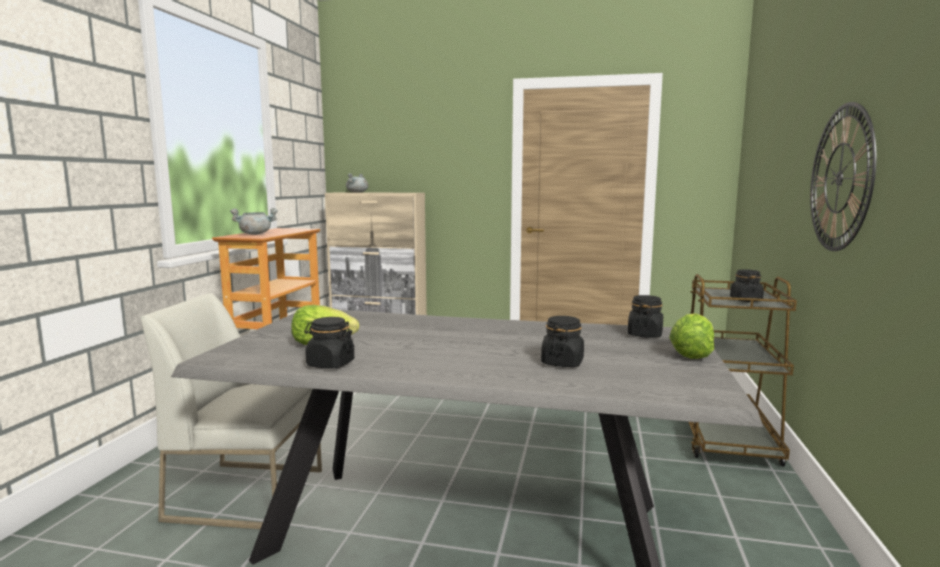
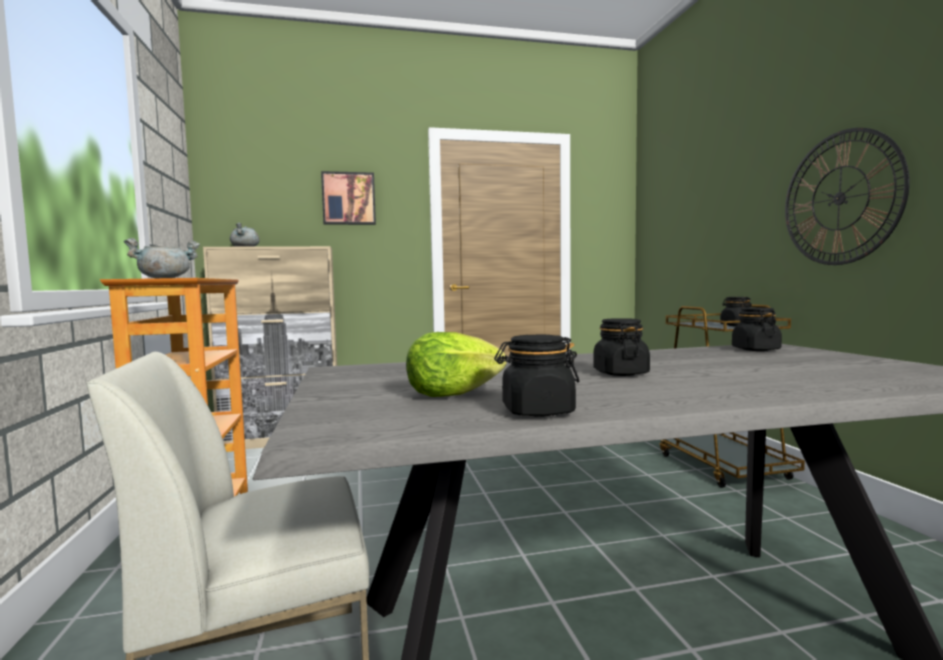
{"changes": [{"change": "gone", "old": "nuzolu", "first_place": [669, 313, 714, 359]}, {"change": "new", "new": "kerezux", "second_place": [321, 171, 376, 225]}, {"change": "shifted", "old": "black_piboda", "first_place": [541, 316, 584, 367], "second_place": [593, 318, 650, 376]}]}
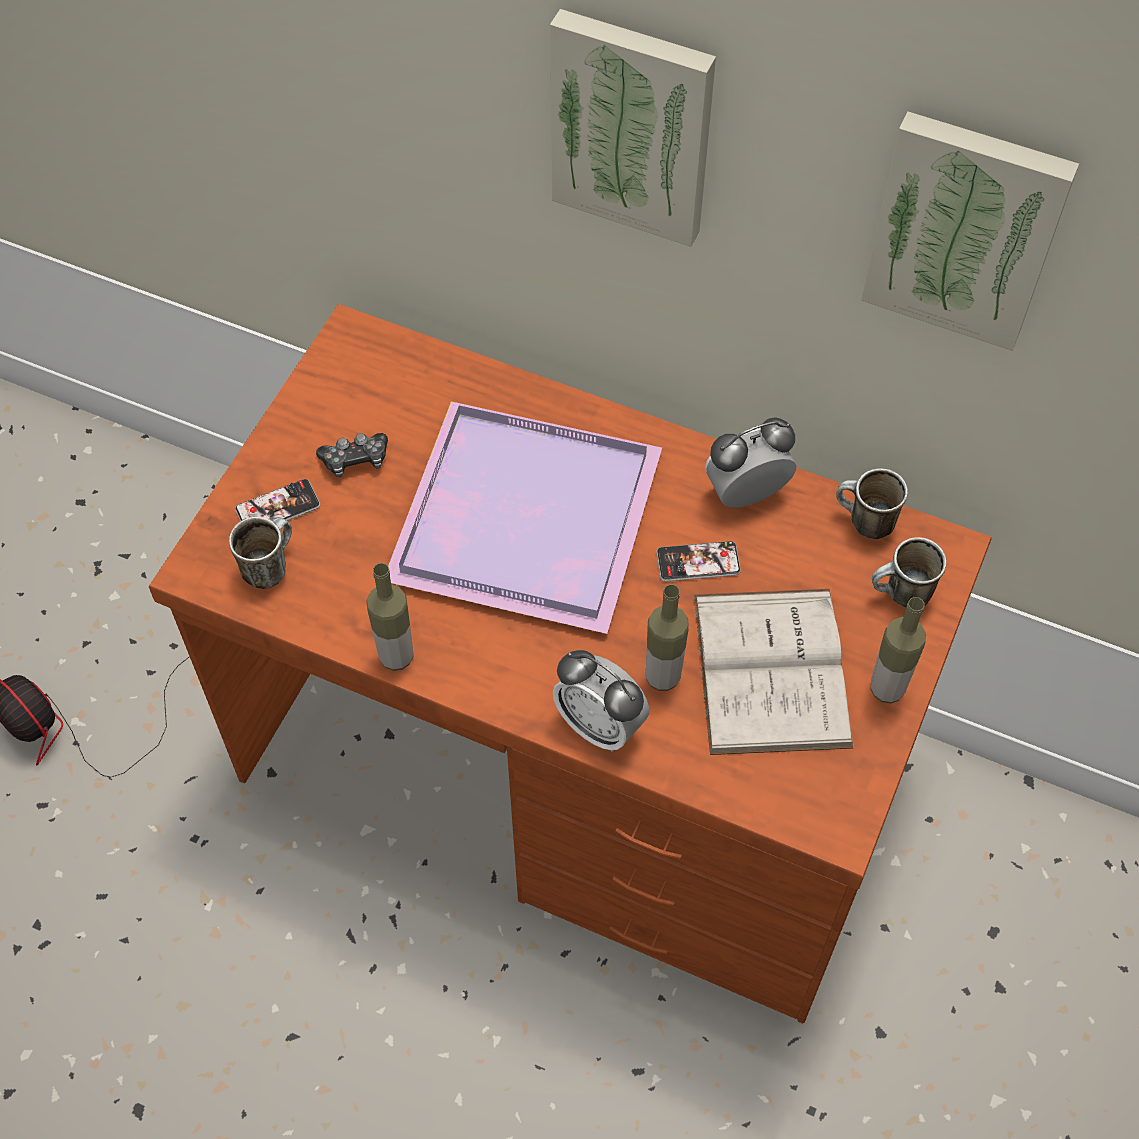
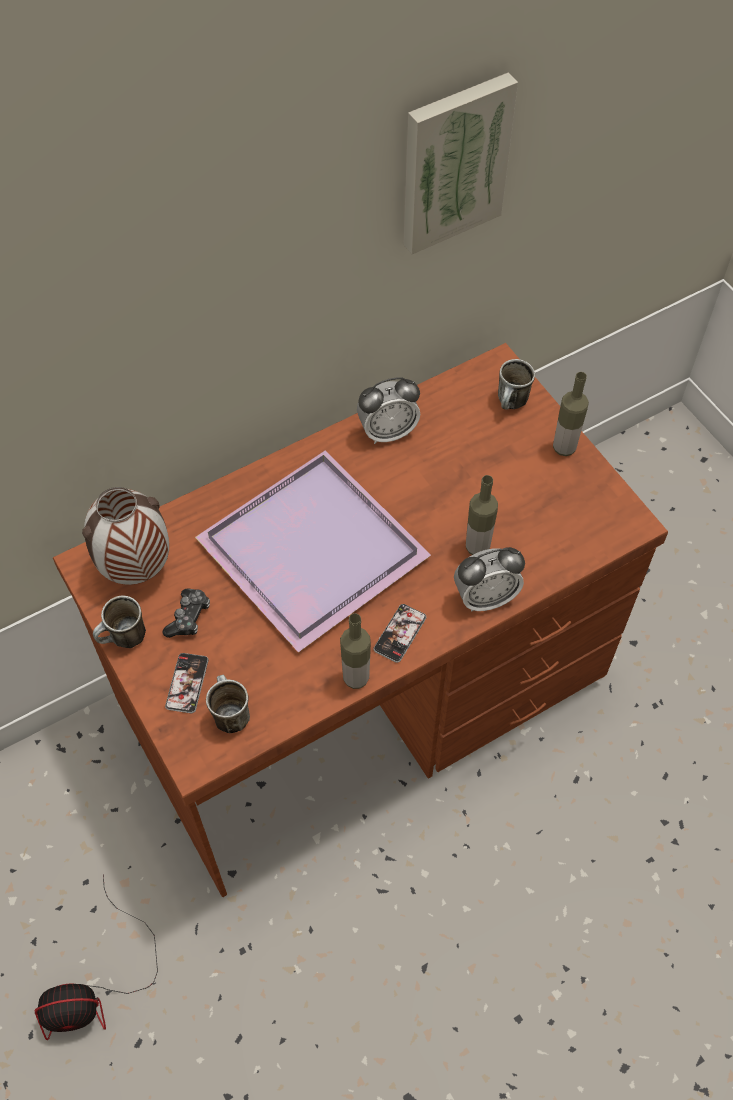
{"changes": [{"change": "gone", "old": "kerezux", "first_place": [550, 9, 716, 247]}, {"change": "gone", "old": "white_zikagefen", "first_place": [694, 589, 854, 755]}, {"change": "new", "new": "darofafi", "second_place": [82, 487, 169, 585]}, {"change": "shifted", "old": "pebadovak", "first_place": [656, 541, 741, 582], "second_place": [374, 604, 426, 663]}, {"change": "shifted", "old": "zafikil", "first_place": [836, 468, 908, 539], "second_place": [93, 596, 146, 648]}, {"change": "rotated", "old": "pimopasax", "first_place": [705, 418, 796, 508], "second_place": [357, 377, 420, 444], "degrees": -120}]}
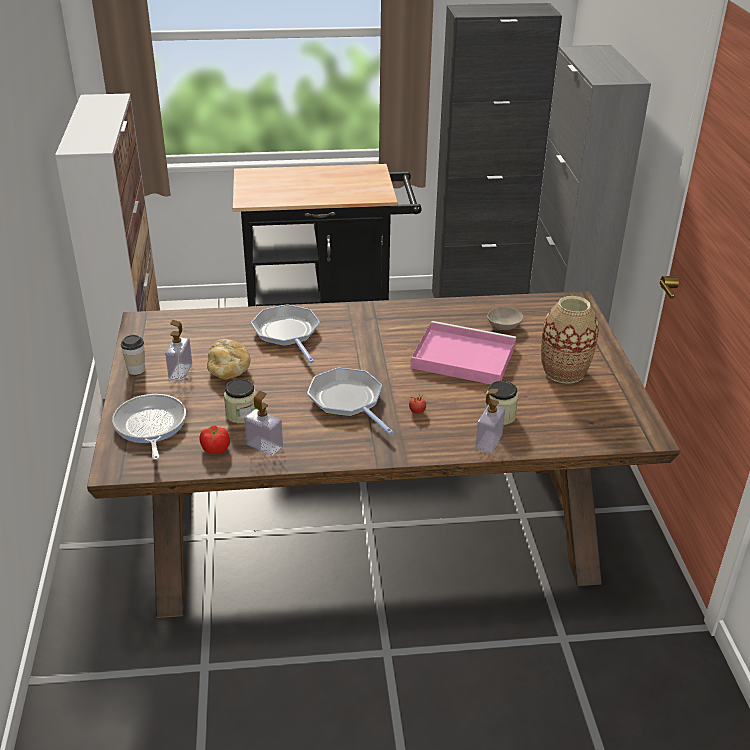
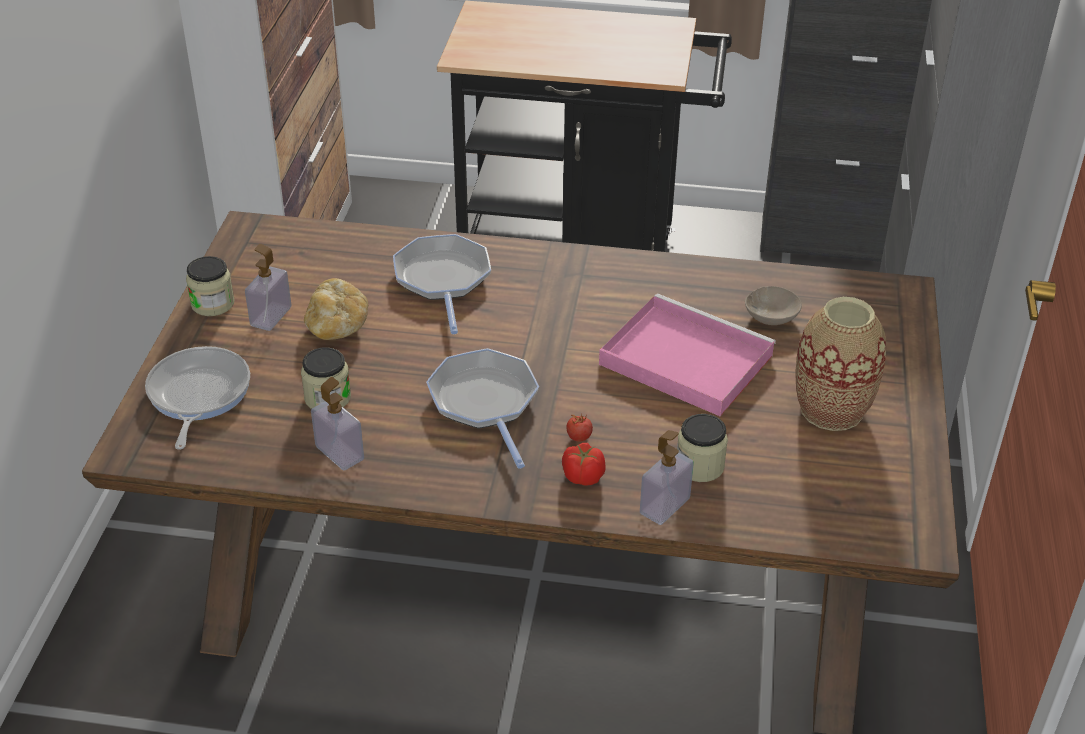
{"changes": [{"change": "shifted", "old": "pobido", "first_place": [200, 425, 230, 454], "second_place": [562, 443, 606, 486]}, {"change": "swapped", "old": "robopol", "new": "piboda", "first_place": [121, 335, 145, 375], "second_place": [186, 256, 234, 316]}]}
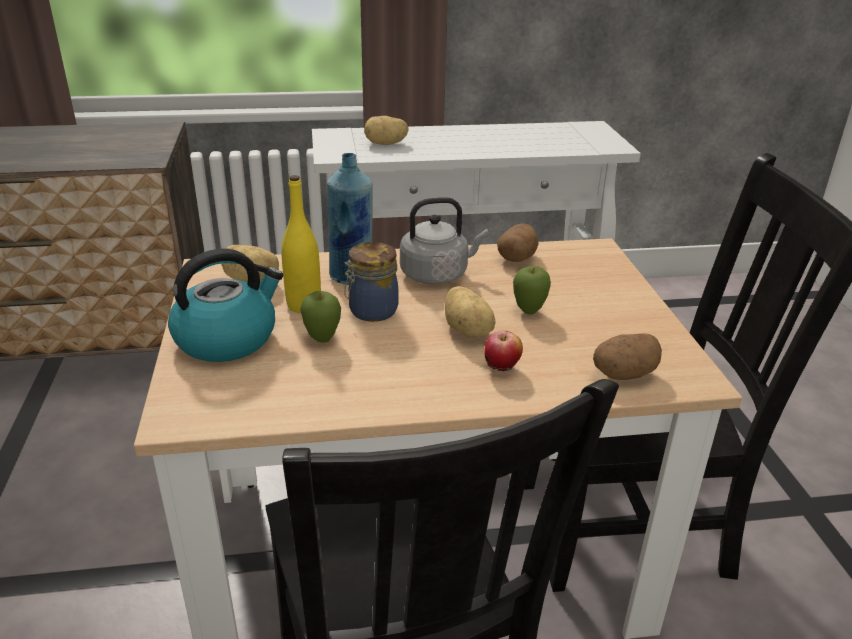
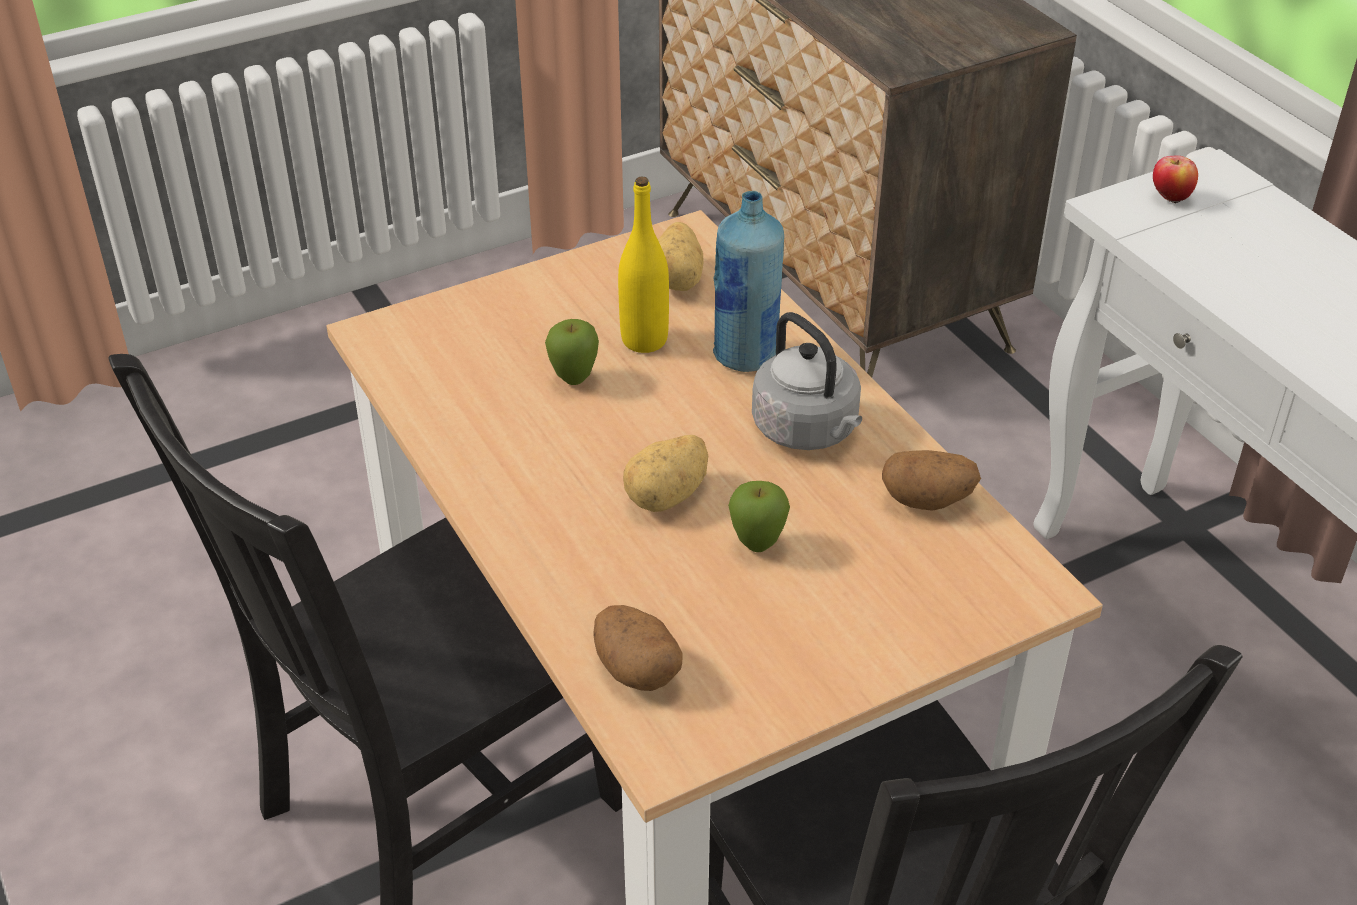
{"changes": [{"change": "gone", "old": "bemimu", "first_place": [168, 249, 283, 362]}, {"change": "gone", "old": "piboda", "first_place": [345, 242, 399, 322]}, {"change": "gone", "old": "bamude", "first_place": [364, 116, 409, 145]}, {"change": "shifted", "old": "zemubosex", "first_place": [484, 331, 523, 371], "second_place": [1153, 155, 1198, 204]}]}
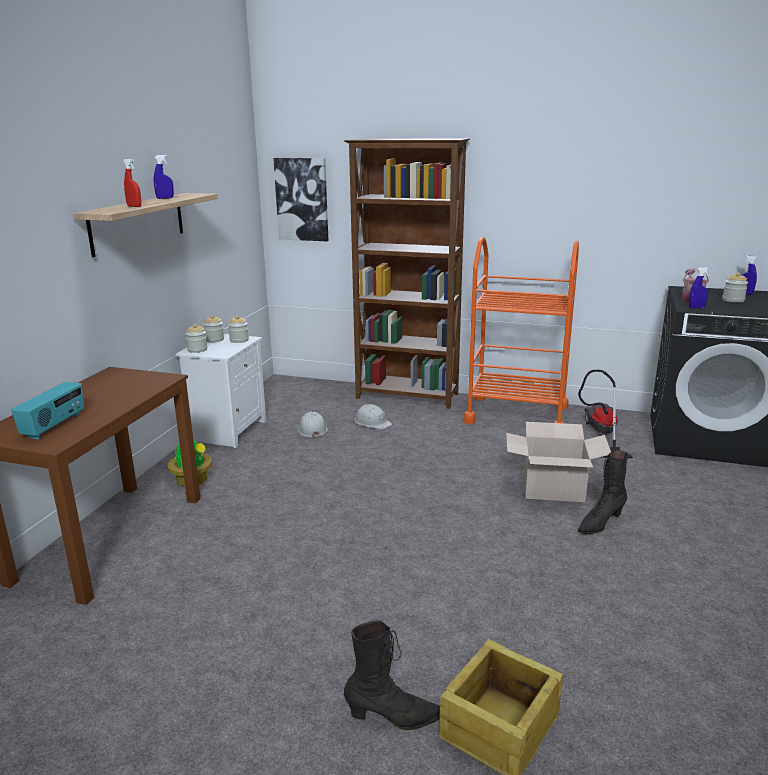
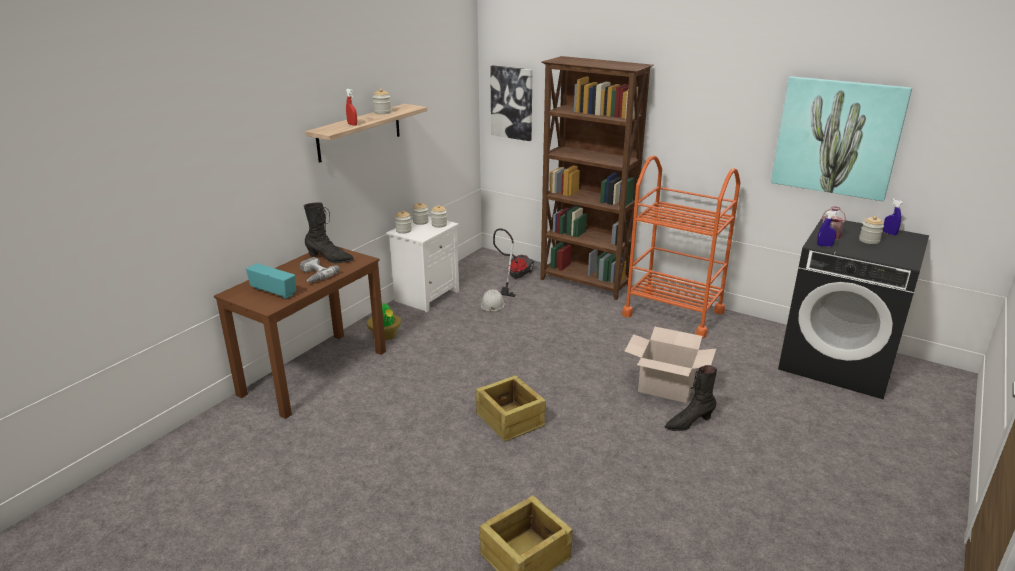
{"changes": [{"change": "gone", "old": "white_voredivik", "first_place": [354, 404, 392, 429]}, {"change": "new", "new": "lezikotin", "second_place": [300, 257, 340, 282]}, {"change": "new", "new": "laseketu", "second_place": [476, 375, 546, 442]}, {"change": "new", "new": "kerezux", "second_place": [771, 76, 912, 201]}, {"change": "shifted", "old": "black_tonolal", "first_place": [344, 621, 440, 730], "second_place": [304, 202, 354, 263]}, {"change": "shifted", "old": "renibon", "first_place": [578, 369, 633, 458], "second_place": [493, 228, 534, 297]}, {"change": "swapped", "old": "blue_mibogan", "new": "piboda", "first_place": [154, 155, 174, 199], "second_place": [373, 89, 391, 114]}, {"change": "rotated", "old": "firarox", "first_place": [11, 382, 84, 439], "second_place": [246, 263, 296, 299], "degrees": -90}]}
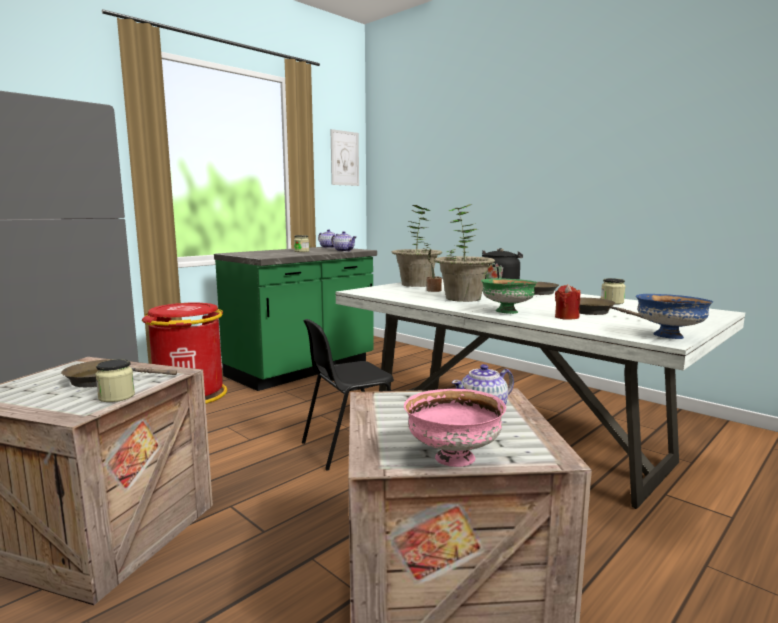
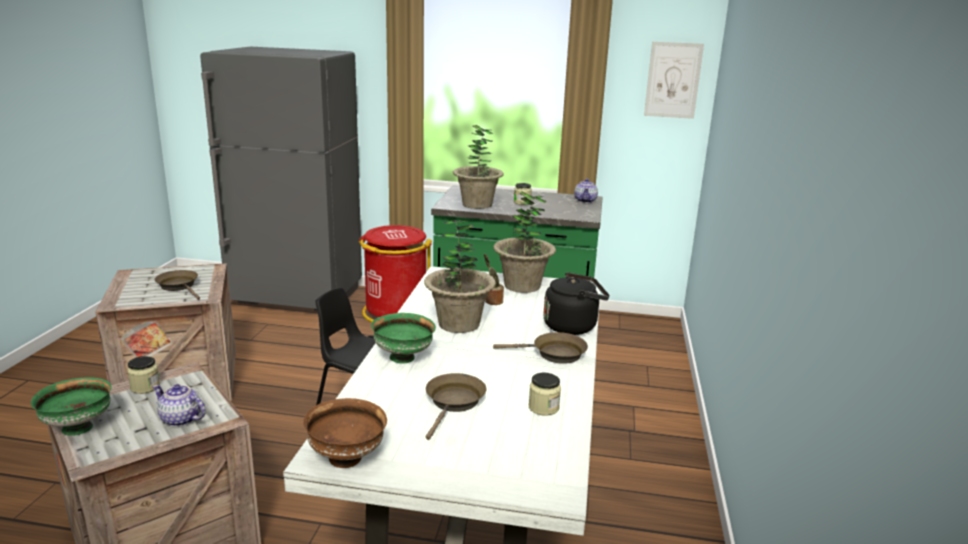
{"changes": [{"change": "gone", "old": "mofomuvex", "first_place": [331, 231, 357, 252]}, {"change": "gone", "old": "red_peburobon", "first_place": [555, 284, 580, 320]}, {"change": "new", "new": "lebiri", "second_place": [453, 125, 504, 209]}, {"change": "shifted", "old": "piboda", "first_place": [95, 359, 135, 402], "second_place": [127, 356, 160, 394]}, {"change": "repainted", "old": "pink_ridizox", "new": "green_ridizox", "first_place": [404, 389, 506, 467], "second_place": [31, 377, 112, 436]}, {"change": "repainted", "old": "blue_ridizox", "new": "brown_ridizox", "first_place": [636, 294, 713, 339], "second_place": [303, 398, 387, 468]}]}
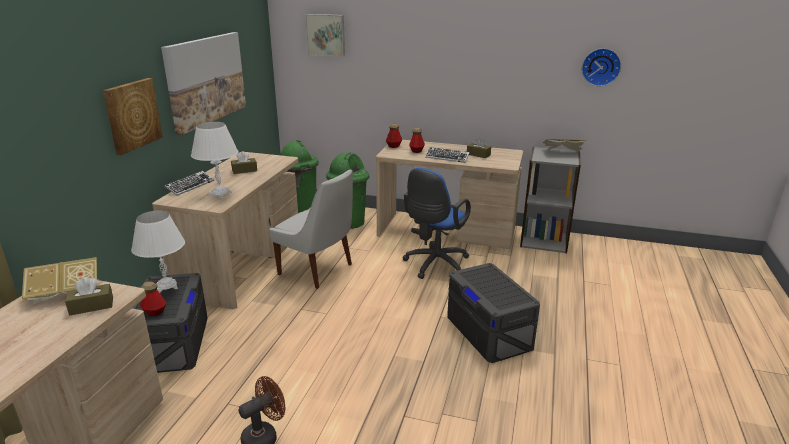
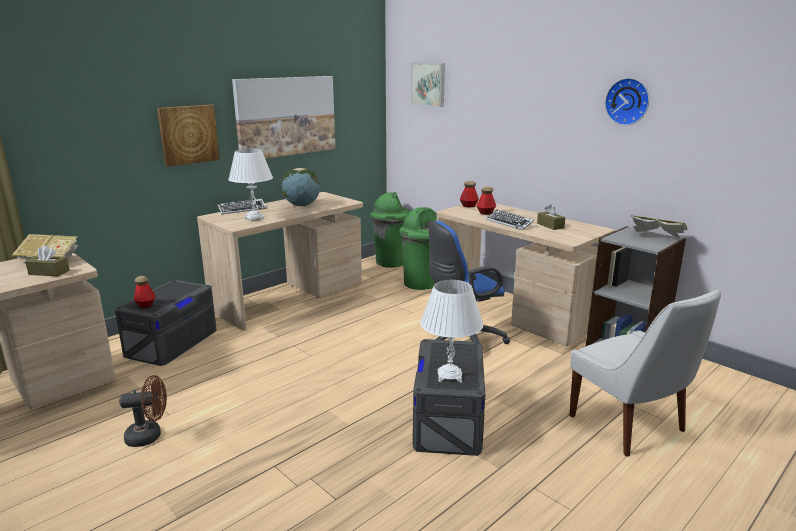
{"changes": [{"change": "shifted", "old": "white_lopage", "first_place": [131, 211, 185, 293], "second_place": [420, 280, 483, 382]}, {"change": "shifted", "old": "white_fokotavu", "first_place": [269, 169, 353, 289], "second_place": [570, 290, 721, 456]}, {"change": "shifted", "old": "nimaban", "first_place": [582, 48, 621, 86], "second_place": [605, 78, 649, 125]}, {"change": "swapped", "old": "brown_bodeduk", "new": "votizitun", "first_place": [231, 151, 257, 174], "second_place": [281, 168, 320, 206]}]}
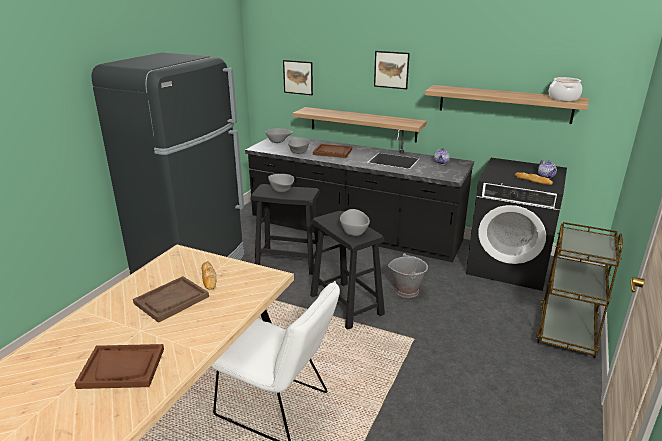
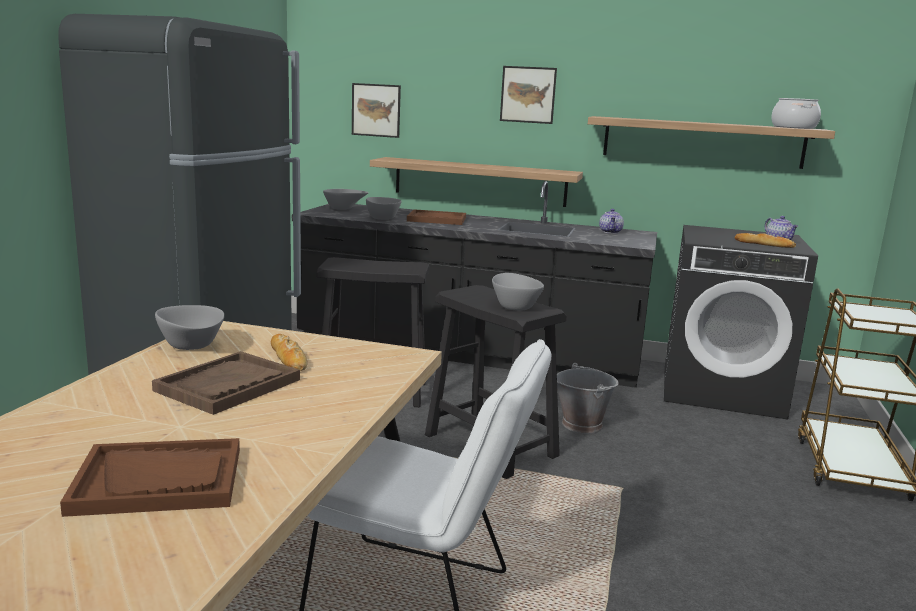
{"changes": [{"change": "shifted", "old": "grey_ridizox", "first_place": [268, 174, 294, 192], "second_place": [155, 305, 224, 350]}]}
